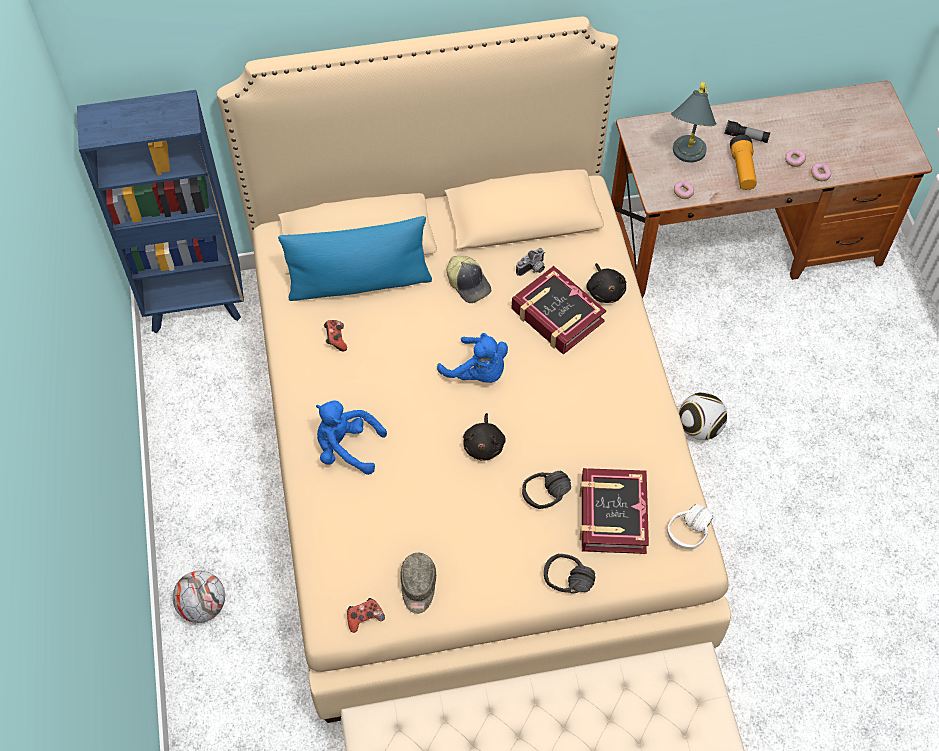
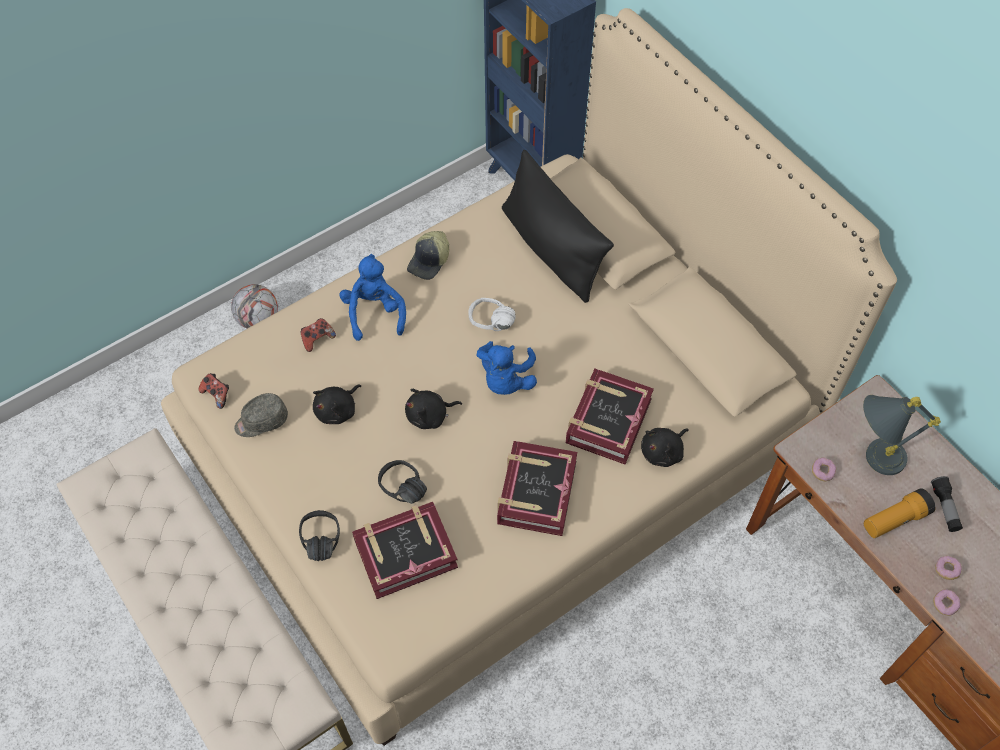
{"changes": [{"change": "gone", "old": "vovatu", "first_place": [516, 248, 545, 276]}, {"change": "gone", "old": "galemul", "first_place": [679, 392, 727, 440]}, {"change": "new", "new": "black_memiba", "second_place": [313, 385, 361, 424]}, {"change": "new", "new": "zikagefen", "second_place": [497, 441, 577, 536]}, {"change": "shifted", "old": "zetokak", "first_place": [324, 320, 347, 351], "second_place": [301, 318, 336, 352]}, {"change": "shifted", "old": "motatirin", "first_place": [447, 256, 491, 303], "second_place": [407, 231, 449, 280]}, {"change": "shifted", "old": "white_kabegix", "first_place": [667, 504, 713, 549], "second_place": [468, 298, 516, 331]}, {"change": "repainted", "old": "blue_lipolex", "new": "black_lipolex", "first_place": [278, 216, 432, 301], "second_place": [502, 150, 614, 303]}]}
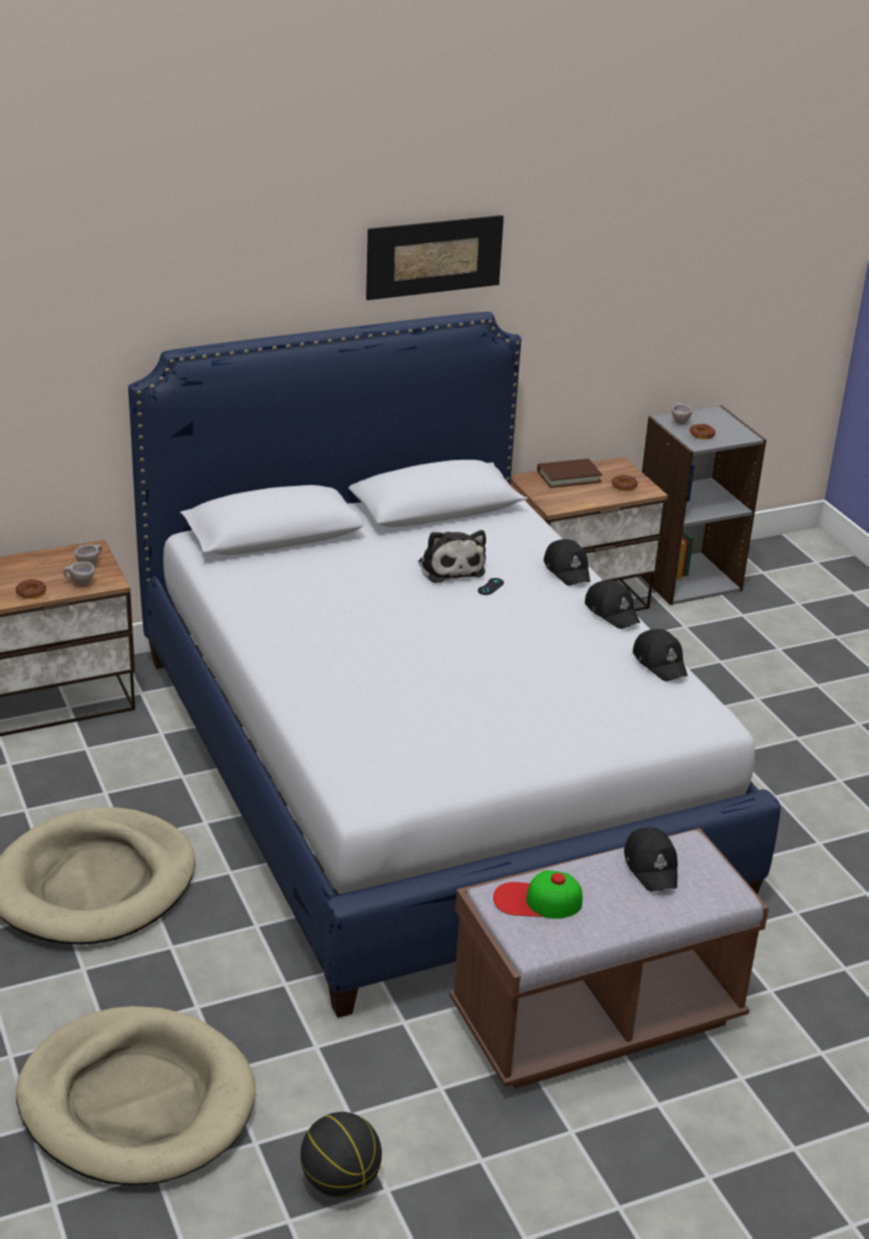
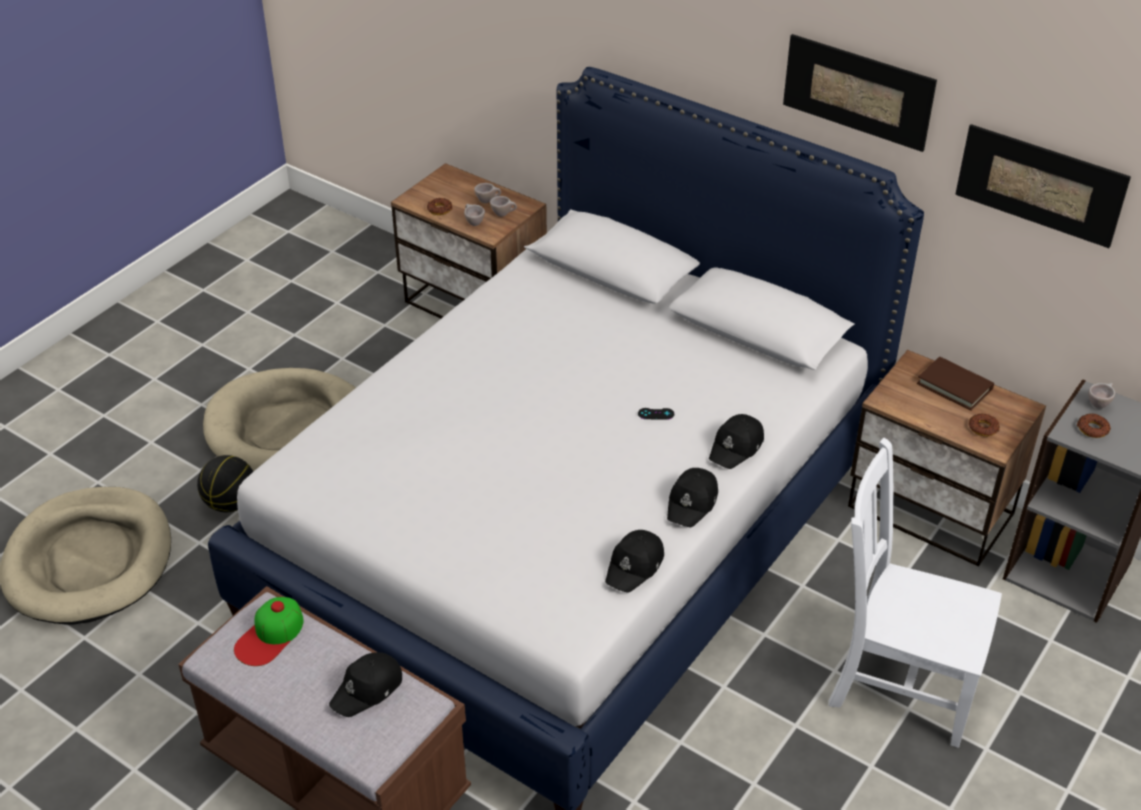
{"changes": [{"change": "gone", "old": "memiba", "first_place": [418, 530, 486, 583]}, {"change": "new", "new": "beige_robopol", "second_place": [474, 183, 501, 203]}, {"change": "new", "new": "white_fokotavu", "second_place": [828, 438, 1002, 748]}, {"change": "new", "new": "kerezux", "second_place": [955, 124, 1131, 248]}, {"change": "shifted", "old": "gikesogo", "first_place": [300, 1112, 382, 1197], "second_place": [197, 455, 253, 512]}, {"change": "rotated", "old": "motatirin", "first_place": [493, 870, 582, 919], "second_place": [234, 597, 304, 666], "degrees": -120}]}
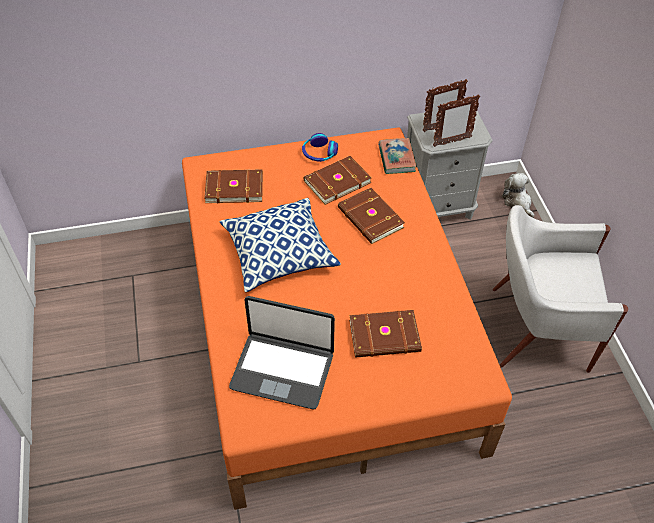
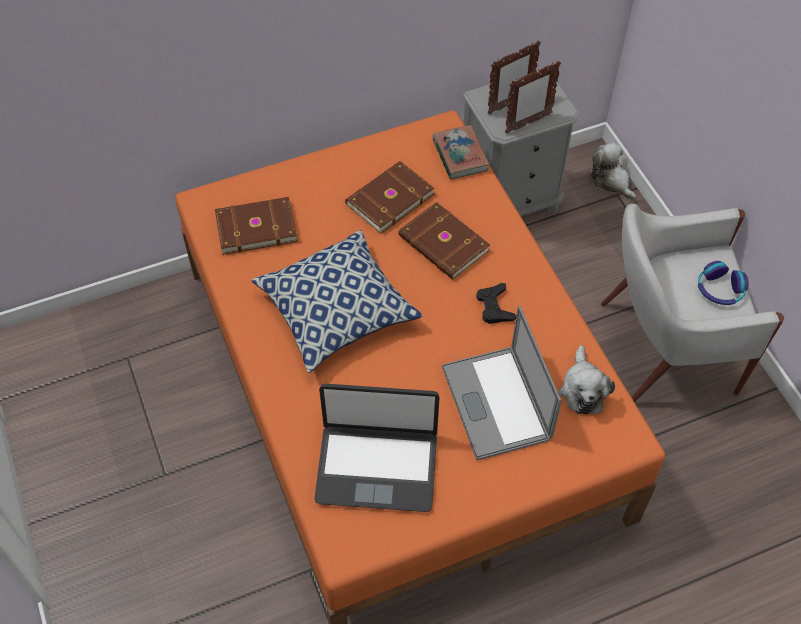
{"changes": [{"change": "new", "new": "black_zetokak", "second_place": [476, 283, 516, 324]}, {"change": "new", "new": "memiba", "second_place": [558, 345, 615, 414]}, {"change": "shifted", "old": "kabegix", "first_place": [302, 133, 338, 162], "second_place": [698, 261, 749, 305]}, {"change": "swapped", "old": "brown_zikagefen", "new": "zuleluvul", "first_place": [349, 310, 422, 358], "second_place": [442, 306, 562, 460]}]}
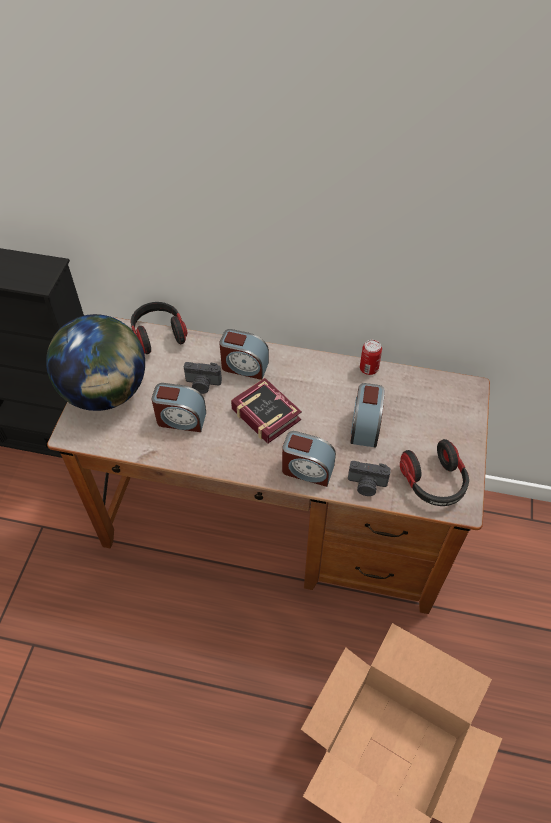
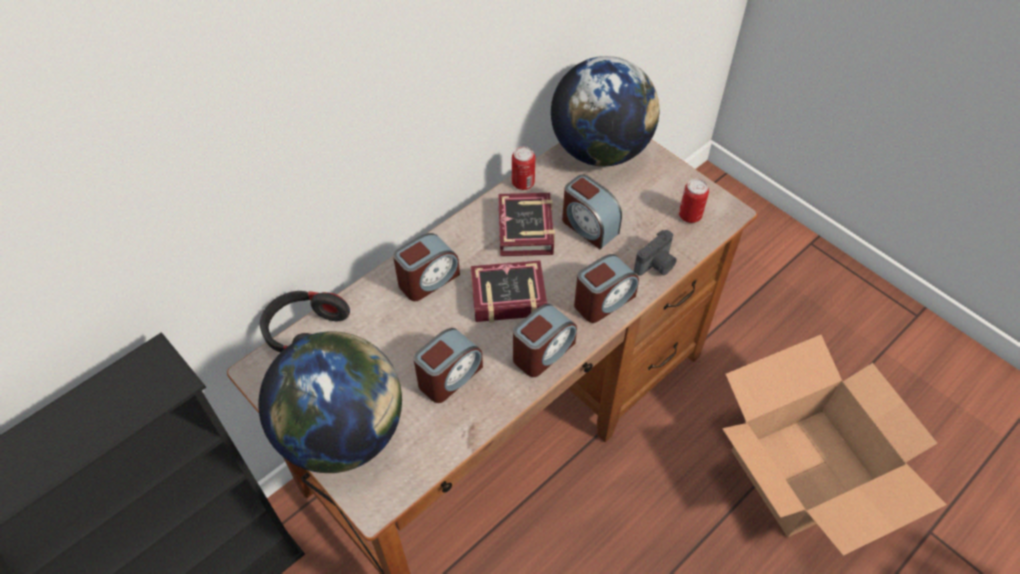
{"changes": [{"change": "gone", "old": "vovatu", "first_place": [184, 362, 222, 394]}, {"change": "new", "new": "zikagefen", "second_place": [498, 193, 555, 257]}, {"change": "new", "new": "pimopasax", "second_place": [513, 304, 577, 377]}, {"change": "new", "new": "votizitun", "second_place": [551, 56, 659, 167]}, {"change": "swapped", "old": "kabegix", "new": "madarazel", "first_place": [400, 439, 469, 506], "second_place": [679, 179, 709, 223]}]}
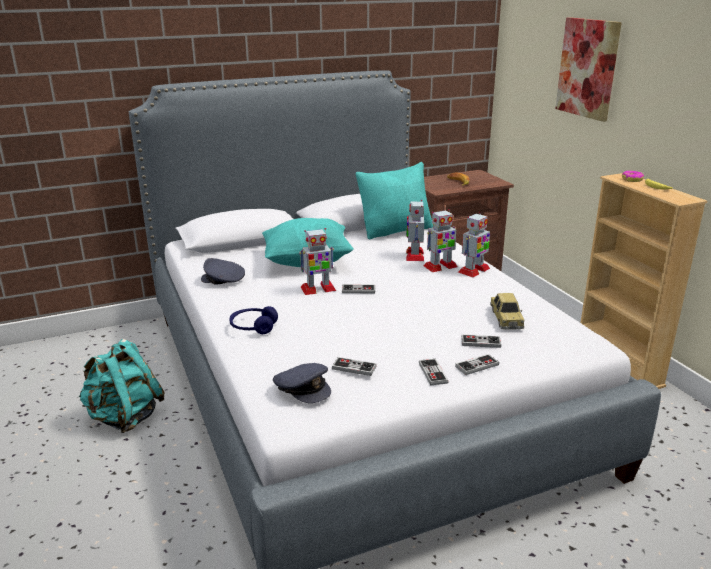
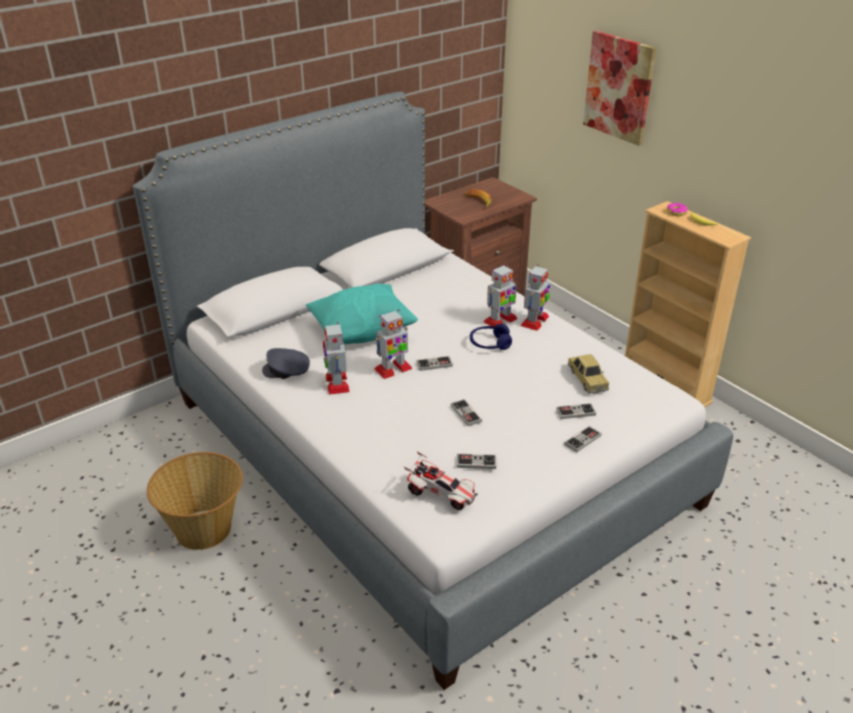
{"changes": [{"change": "gone", "old": "turquoise_lipolex", "first_place": [355, 162, 433, 240]}, {"change": "shifted", "old": "blue_kabegix", "first_place": [229, 306, 278, 334], "second_place": [470, 324, 512, 350]}, {"change": "shifted", "old": "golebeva", "first_place": [406, 200, 424, 261], "second_place": [323, 322, 349, 395]}, {"change": "shifted", "old": "zetokak", "first_place": [419, 359, 448, 385], "second_place": [451, 399, 482, 426]}, {"change": "swapped", "old": "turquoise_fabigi", "new": "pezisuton", "first_place": [79, 339, 165, 433], "second_place": [147, 452, 243, 550]}, {"change": "swapped", "old": "grey_motatirin", "new": "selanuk", "first_place": [273, 363, 331, 403], "second_place": [404, 451, 478, 510]}]}
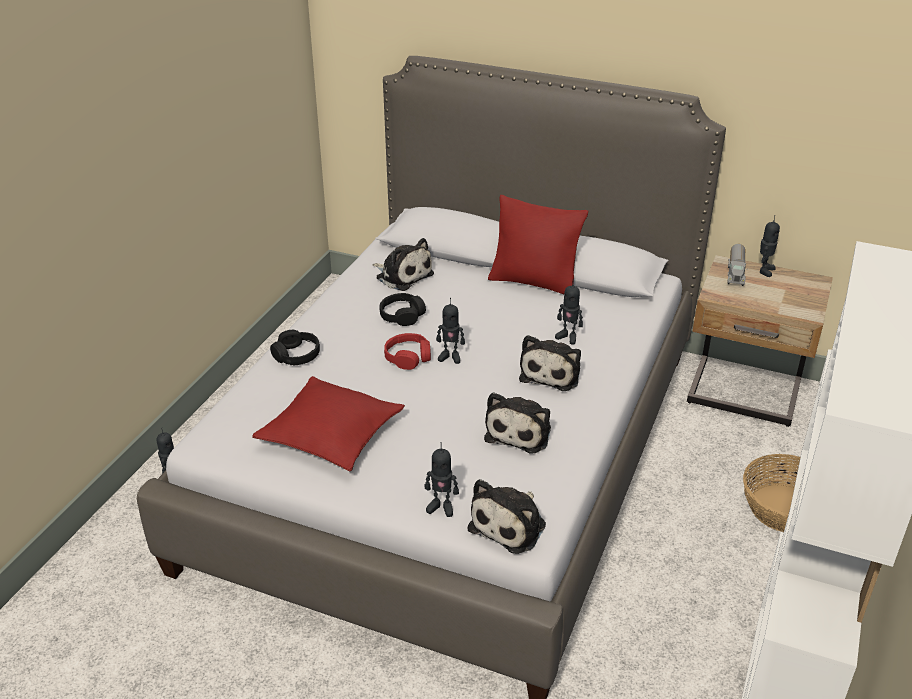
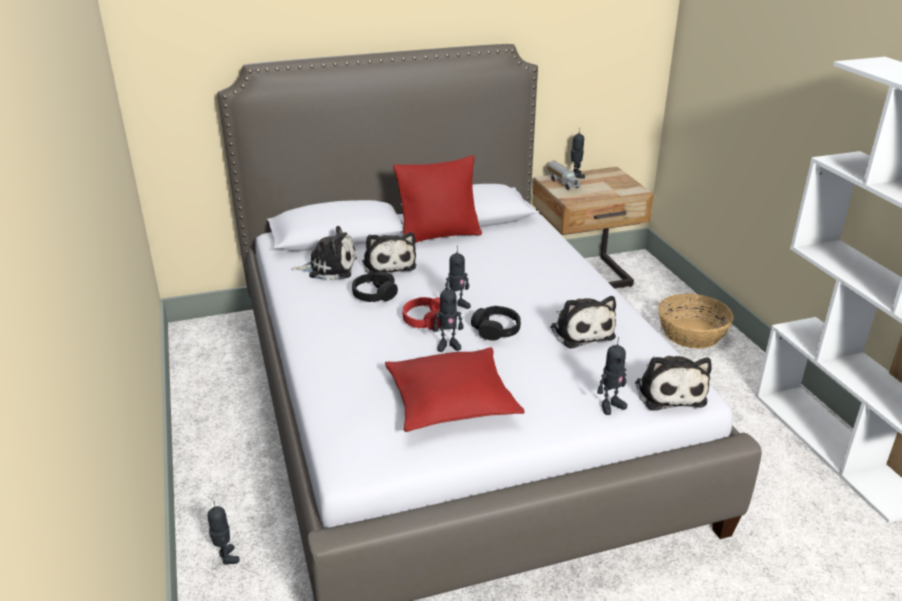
{"changes": [{"change": "shifted", "old": "black_kabegix", "first_place": [270, 330, 320, 365], "second_place": [471, 306, 521, 340]}, {"change": "shifted", "old": "memiba", "first_place": [519, 335, 581, 391], "second_place": [362, 232, 417, 274]}, {"change": "shifted", "old": "golebeva", "first_place": [555, 279, 583, 344], "second_place": [433, 281, 463, 352]}]}
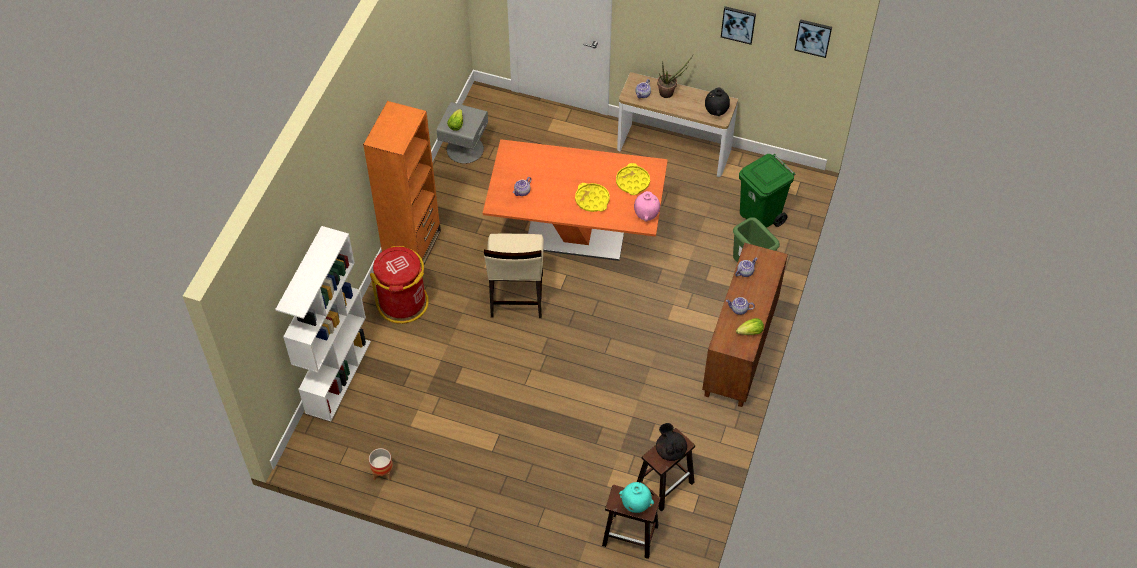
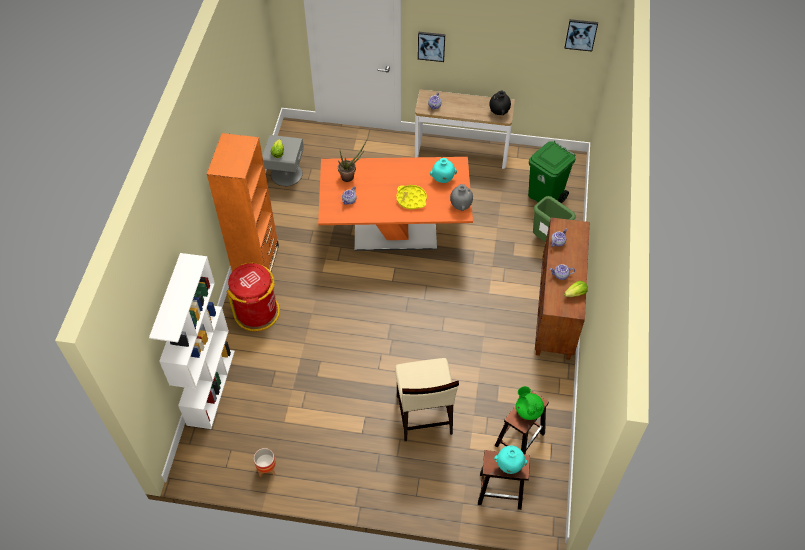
{"changes": [{"change": "shifted", "old": "beige_fokotavu", "first_place": [484, 234, 544, 318], "second_place": [395, 358, 459, 441]}, {"change": "shifted", "old": "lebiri", "first_place": [657, 54, 694, 98], "second_place": [338, 140, 367, 182]}, {"change": "shifted", "old": "kerezux", "first_place": [721, 6, 756, 45], "second_place": [418, 32, 445, 62]}, {"change": "swapped", "old": "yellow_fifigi", "new": "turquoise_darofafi", "first_place": [616, 163, 650, 195], "second_place": [430, 158, 457, 183]}, {"change": "repainted", "old": "pink_darofafi", "new": "grey_darofafi", "first_place": [634, 191, 660, 221], "second_place": [450, 184, 473, 211]}, {"change": "repainted", "old": "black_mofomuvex", "new": "green_mofomuvex", "first_place": [656, 423, 687, 461], "second_place": [516, 386, 544, 420]}]}
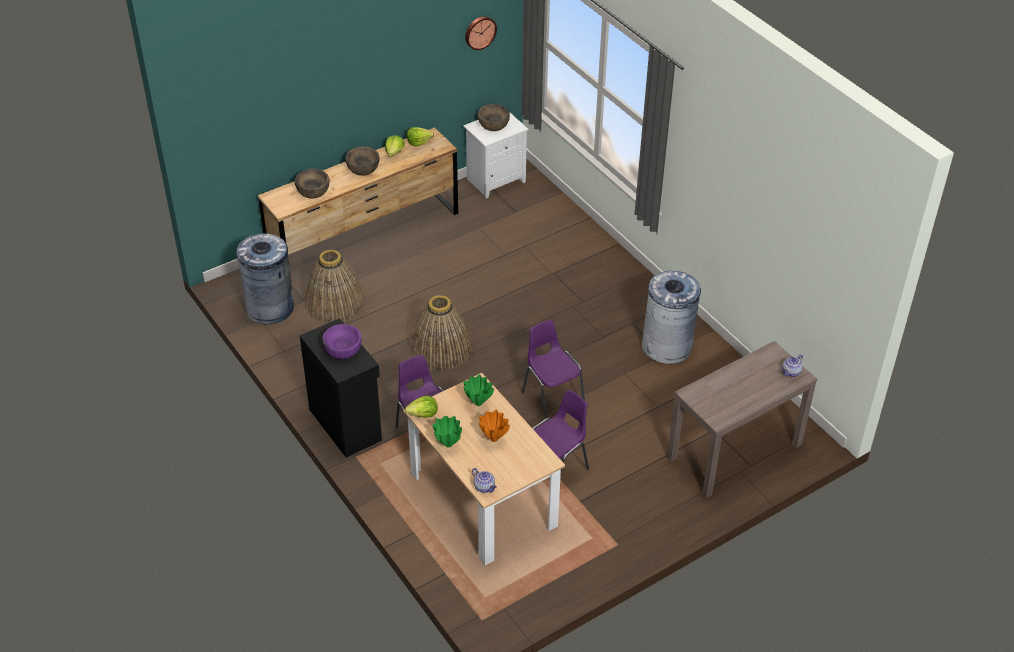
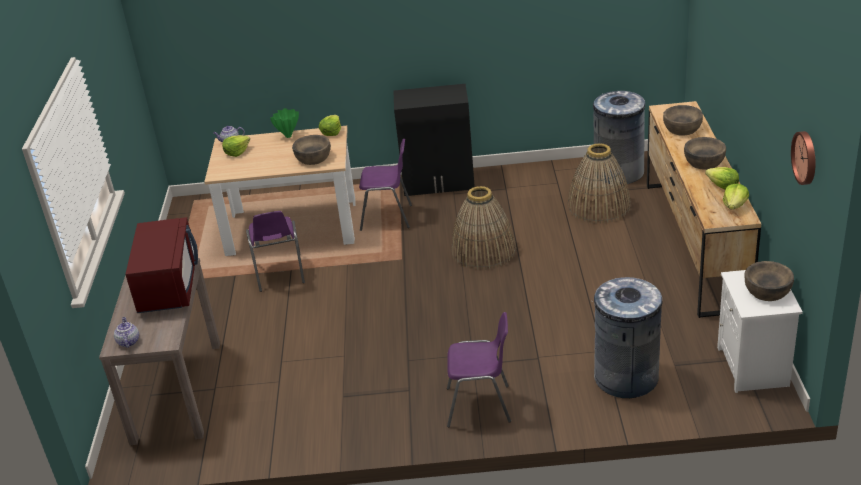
{"changes": [{"change": "gone", "old": "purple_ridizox", "first_place": [322, 324, 362, 359]}, {"change": "gone", "old": "orange_darofafi", "first_place": [479, 410, 510, 442]}, {"change": "new", "new": "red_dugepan", "second_place": [125, 217, 198, 313]}, {"change": "new", "new": "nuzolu", "second_place": [222, 135, 250, 157]}, {"change": "shifted", "old": "purple_fokotavu", "first_place": [522, 320, 585, 419], "second_place": [447, 312, 511, 427]}, {"change": "shifted", "old": "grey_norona", "first_place": [642, 271, 701, 364], "second_place": [592, 277, 662, 398]}, {"change": "swapped", "old": "green_darofafi", "new": "brown_ridizox", "first_place": [464, 374, 494, 406], "second_place": [292, 135, 331, 165]}]}
